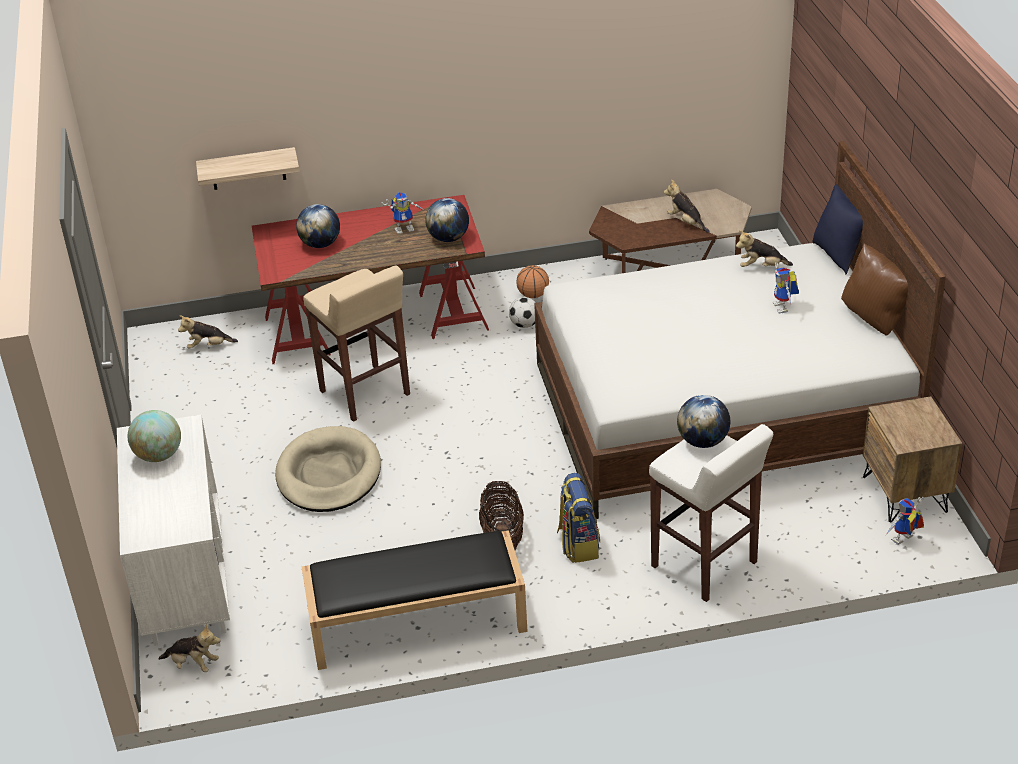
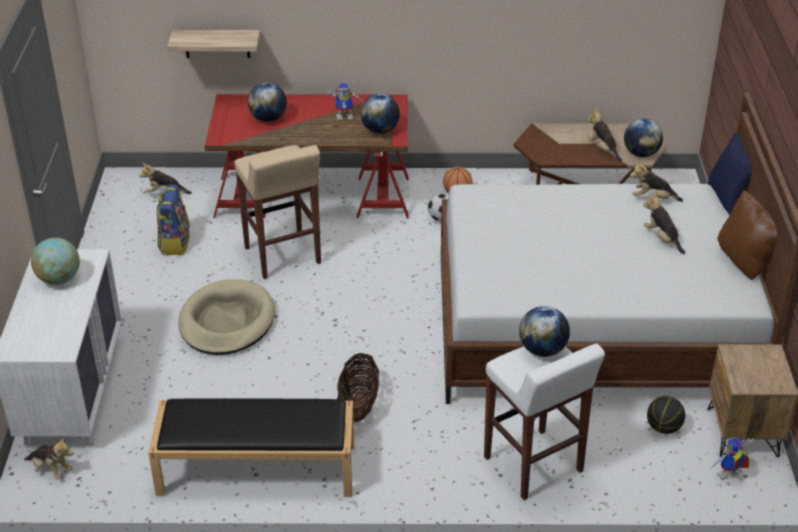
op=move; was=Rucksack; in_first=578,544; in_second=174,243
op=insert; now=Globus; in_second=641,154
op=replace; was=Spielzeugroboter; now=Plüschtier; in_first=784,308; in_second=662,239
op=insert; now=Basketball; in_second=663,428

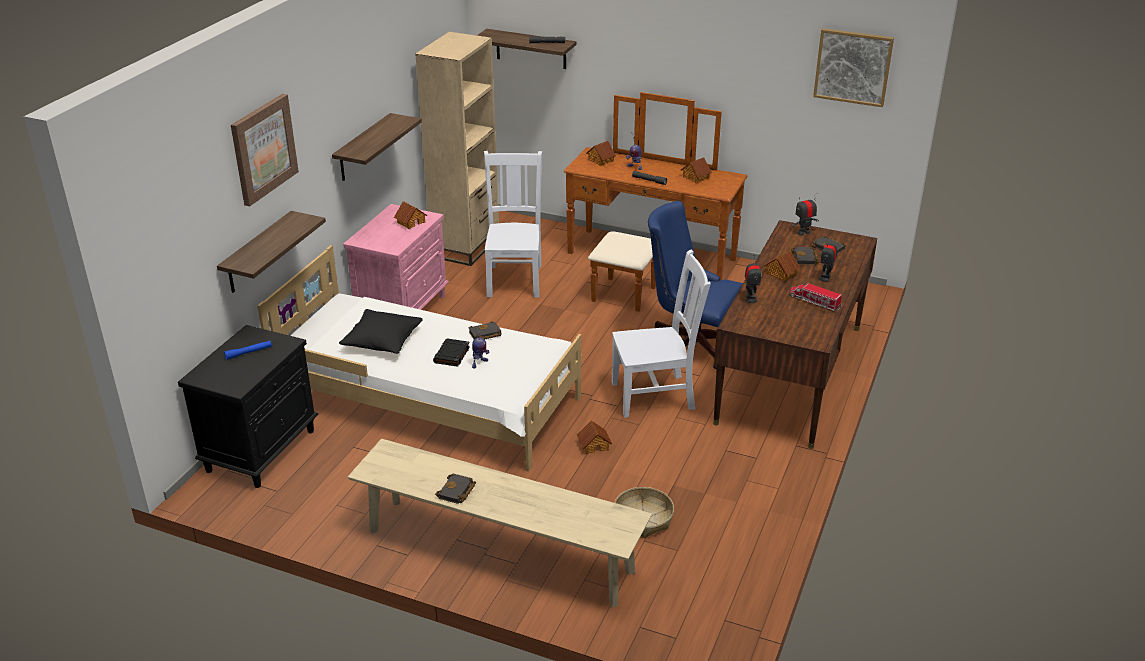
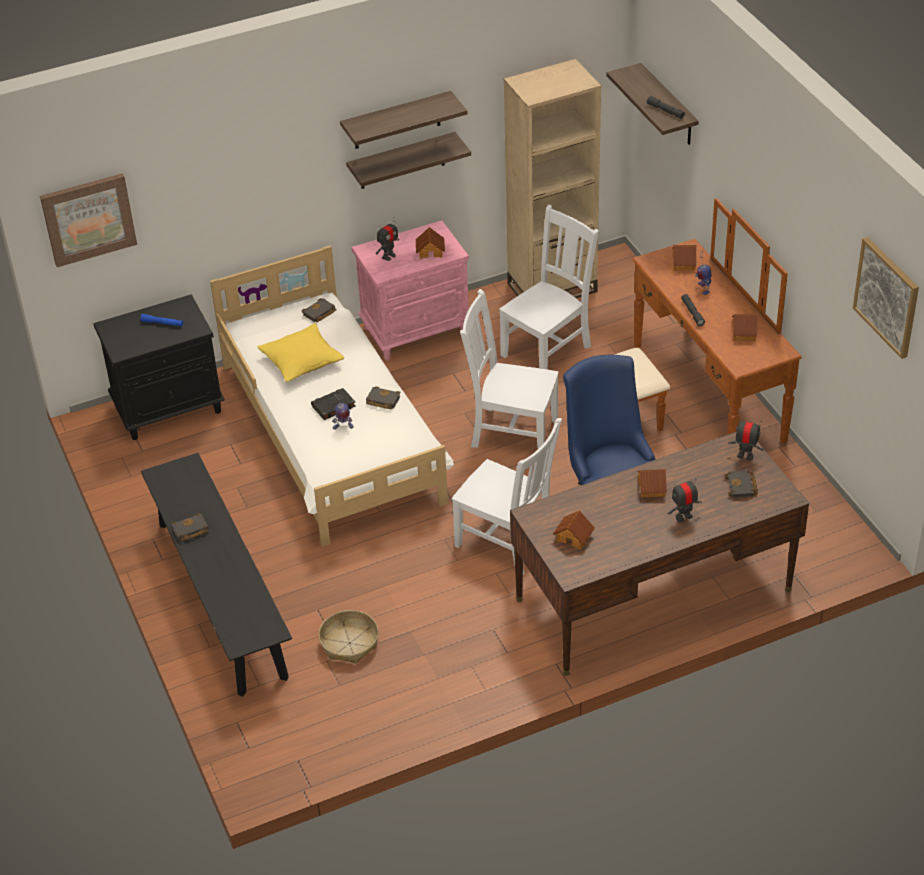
op=move; was=Bild; in_first=263,149; in_second=88,219
op=recolor; was=Bank (beige); now=Bank (schwarz); in_first=499,551; in_second=221,598
op=recolor; was=Kissen (schwarz); now=Kissen (gelb); in_first=382,340; in_second=302,361
op=move; was=Buch (schwarz); in_first=805,258; in_second=319,313
op=move; was=Wandregal; in_first=258,253; in_second=396,121
op=move; was=Spielzeugroboter; in_first=750,299; in_second=388,256
op=insert; now=Stuhl (weiß); in_second=511,432
op=move; was=Spielzeughaus; in_first=594,445; in_second=574,537
op=delete; was=Spielzeuglaster; in_first=814,301

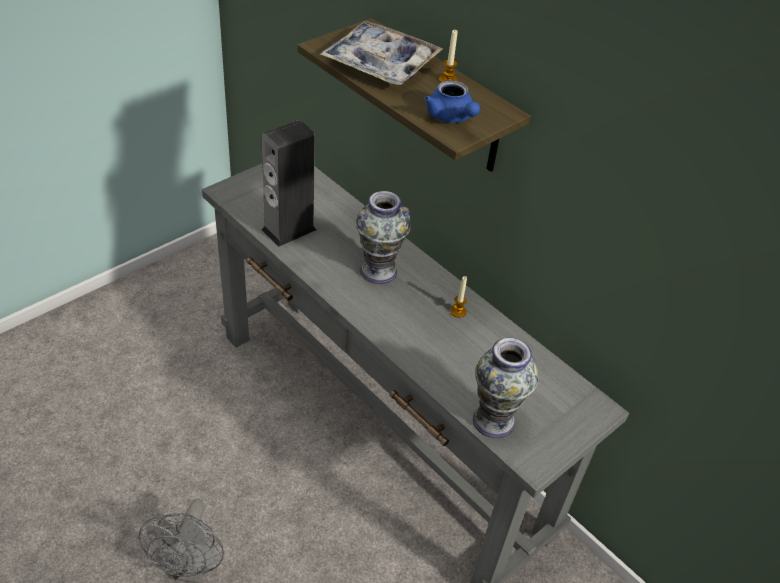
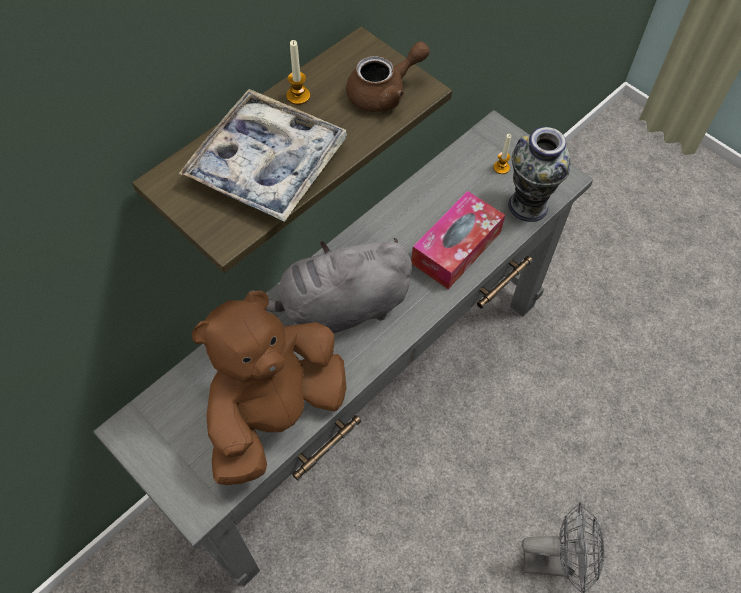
op=replace; was=Lautsprecher; now=Plüschtier (braun); in_first=289,229; in_second=275,414
op=replace; was=Vase; now=Plüschtier (grau); in_first=378,271; in_second=339,308
op=recolor; was=Teekanne (blau); now=Teekanne (braun); in_first=451,118; in_second=384,93
op=insert; now=Taschentuchbox; in_second=456,247
op=move; was=Kerze; in_first=458,311; in_second=501,167

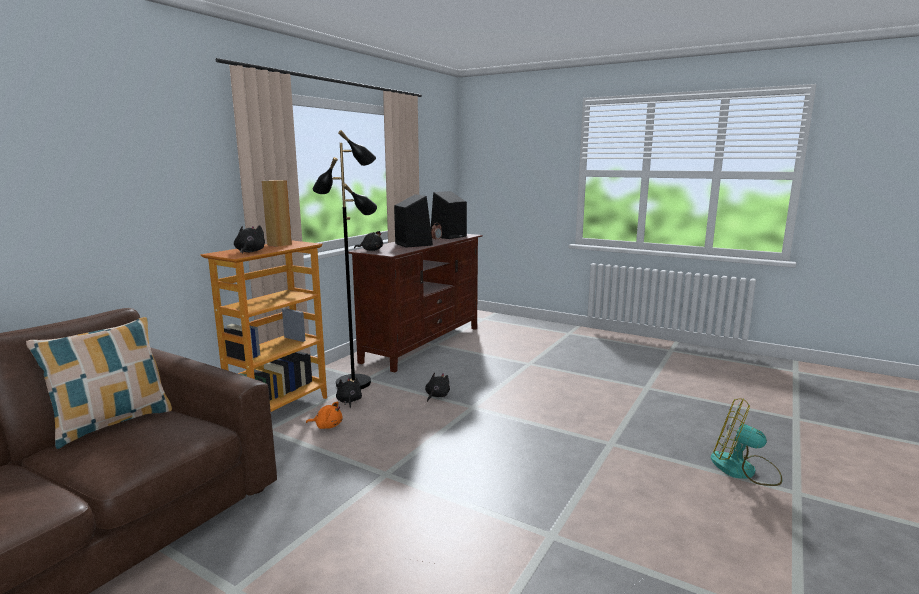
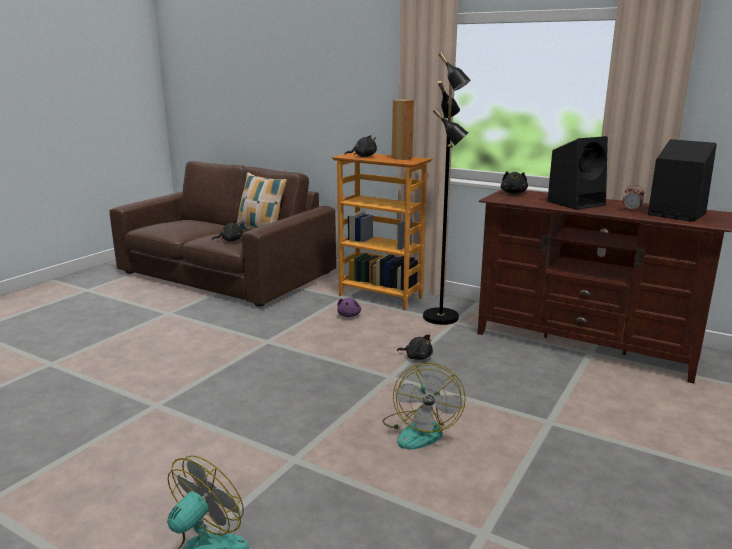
op=move; was=Plüschtier (schwarz); in_first=349,401; in_second=230,240
op=recolor; was=Plüschtier (orange); now=Plüschtier (lila); in_first=327,426; in_second=349,315
op=insert; now=Ventilator; in_second=420,430

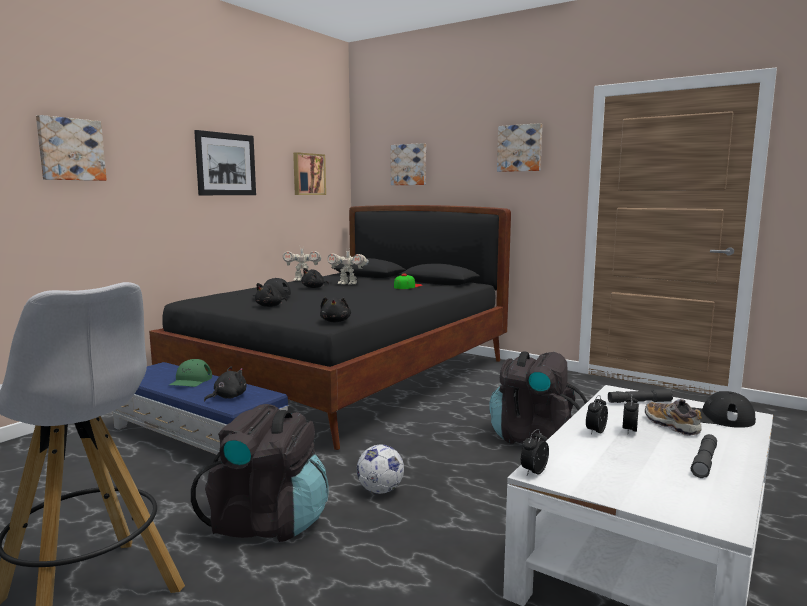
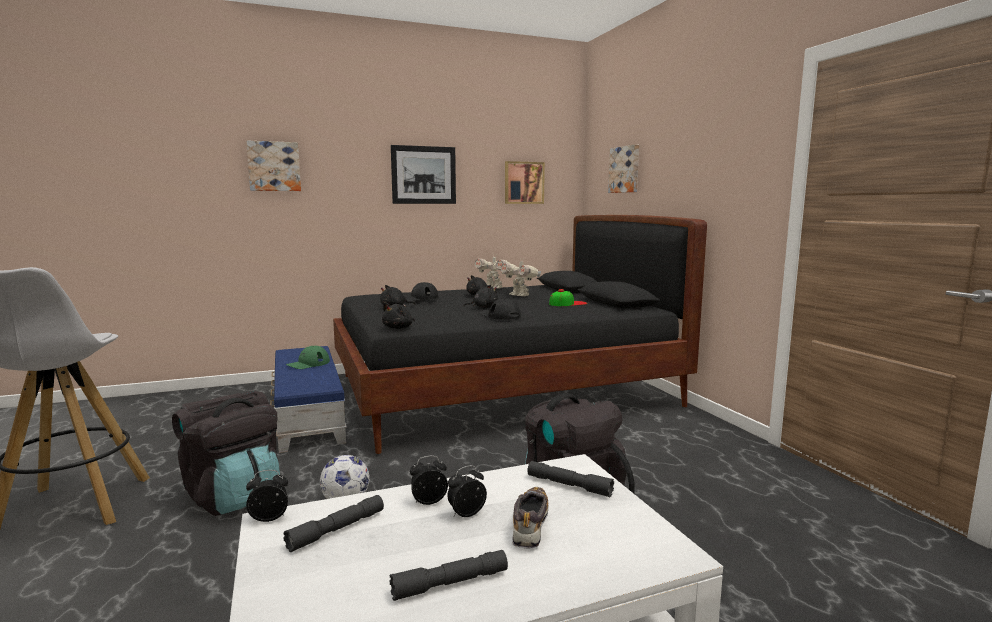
op=insert; now=Taschenlampe (grau); in_second=337,530
op=move; was=Plüschtier (schwarz); in_first=228,397; in_second=483,307
op=move; was=Kappe (schwarz); in_first=716,417; in_second=500,315
op=delete; was=Bild; in_first=520,148

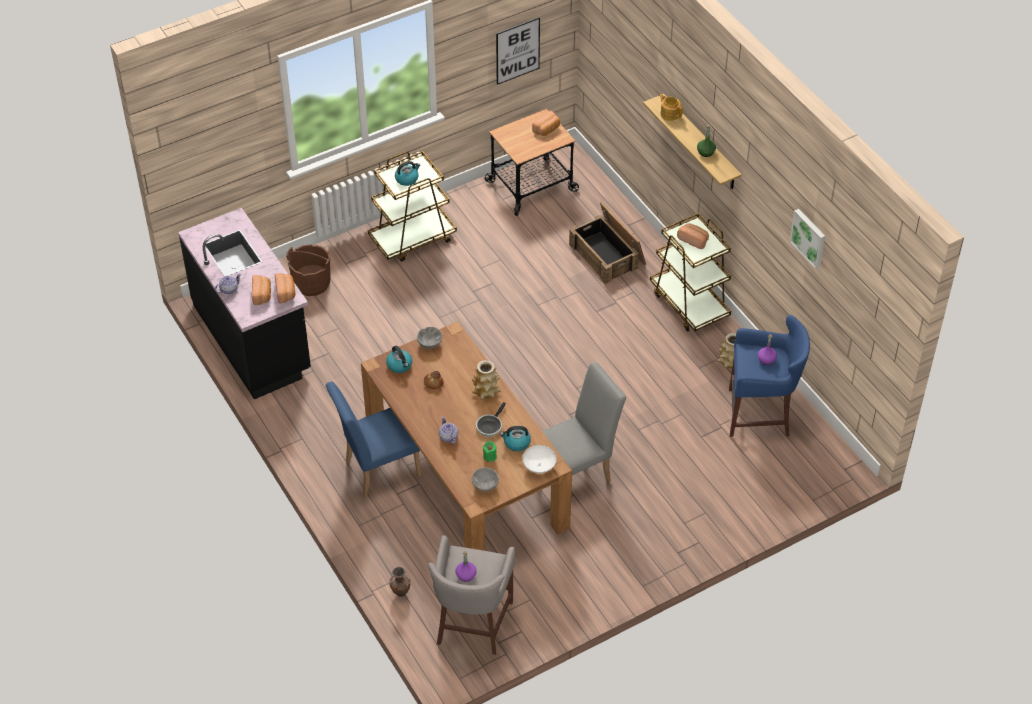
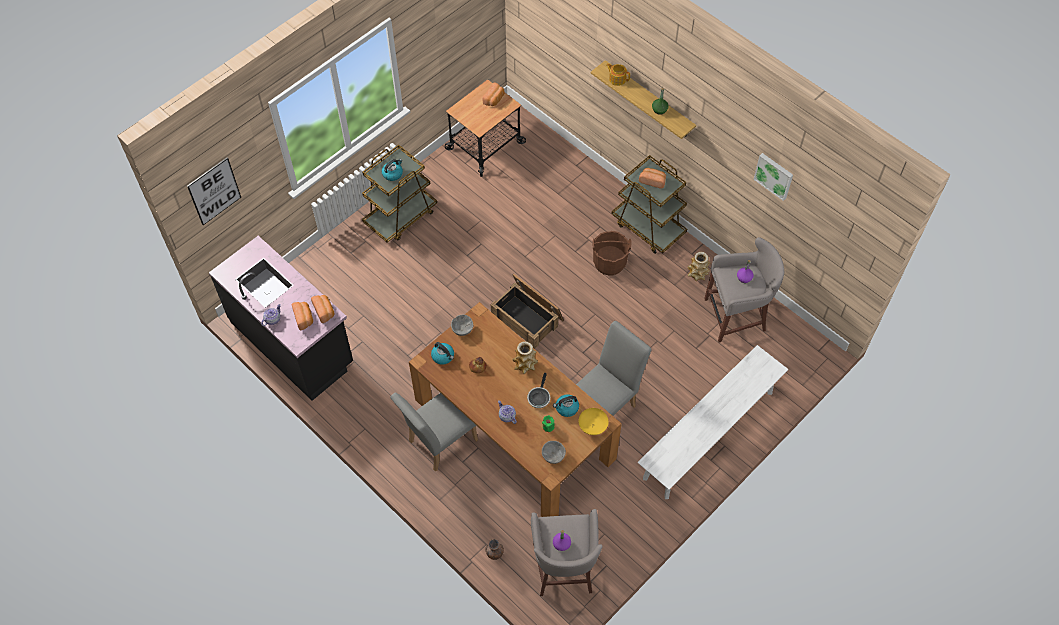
op=move; was=Bild; in_first=517,50; in_second=214,191
op=recolor; was=Stuhl (blau); now=Stuhl (grau); in_first=377,470; in_second=438,443
op=move; was=Kiste; in_first=608,254; in_second=528,317
op=recolor; was=Schüssel (weiß); now=Schüssel (gelb); in_first=538,466; in_second=592,426
op=move; was=Eimer (braun); in_first=311,283; in_second=609,263
op=insert; now=Bank (weiß); in_second=708,435
op=recolor; was=Hocker (blau); now=Hocker (grau); in_first=761,414; in_second=737,315

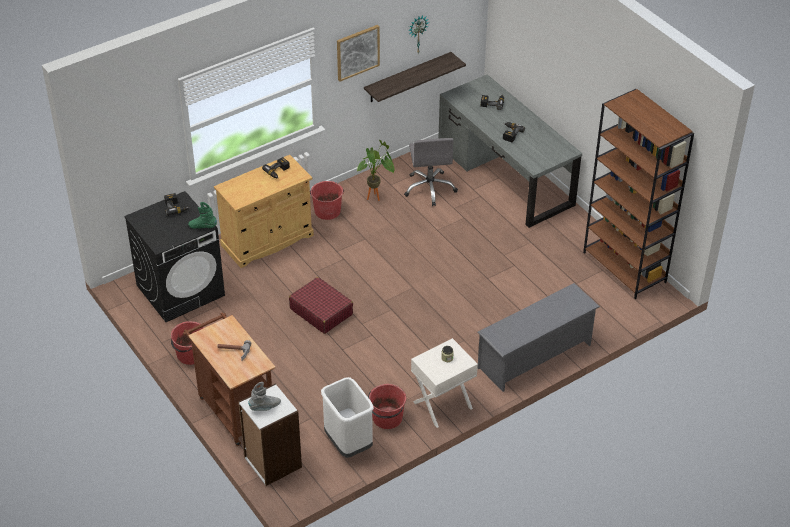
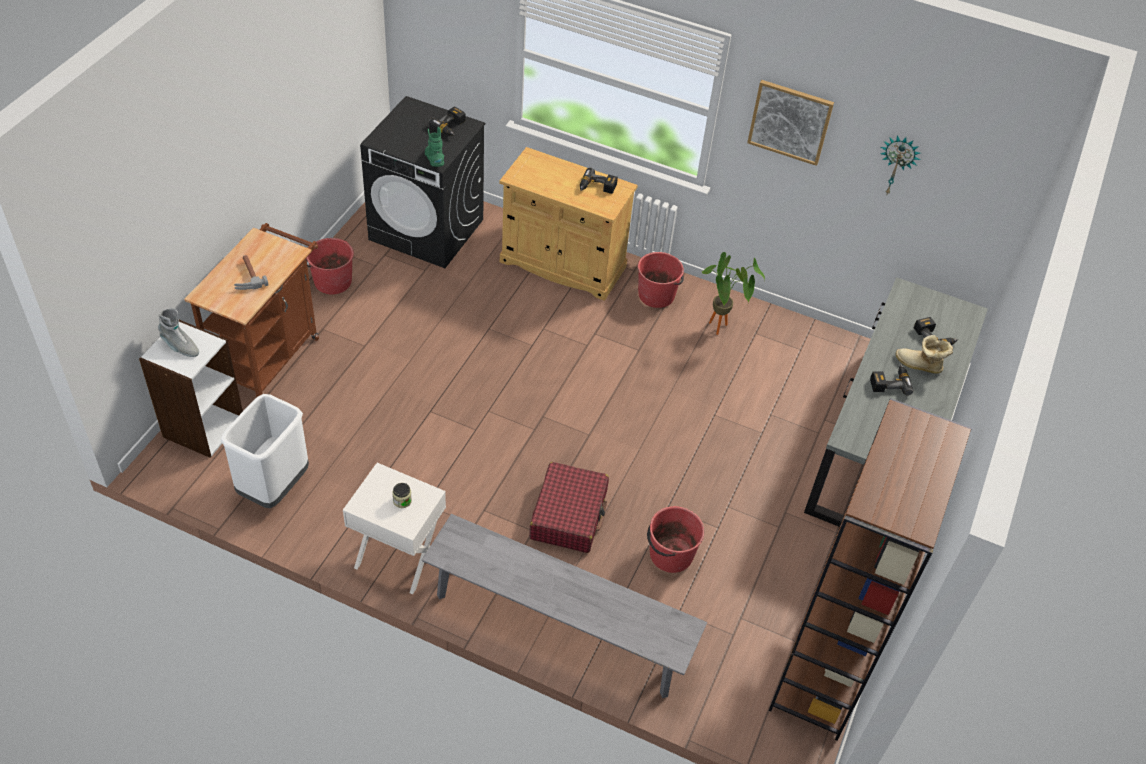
op=replace; was=Schuhregal (grau); now=Bank (grau); in_first=535,356; in_second=558,627
op=move; was=Koffer (rot); in_first=321,311; in_second=569,515
op=move; was=Eimer (rot); in_first=387,418; in_second=670,554
op=insert; now=Stiefel; in_second=919,366
op=delete; was=Wandregal; in_first=407,77
op=delete; was=Bürostuhl (grau); in_first=430,188

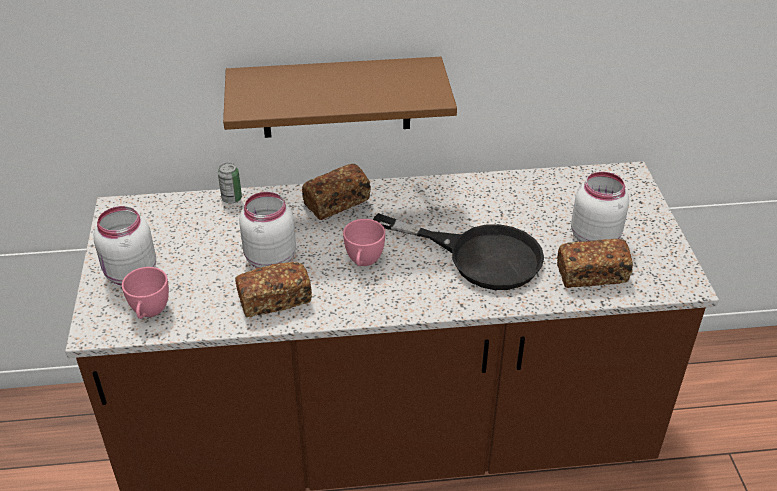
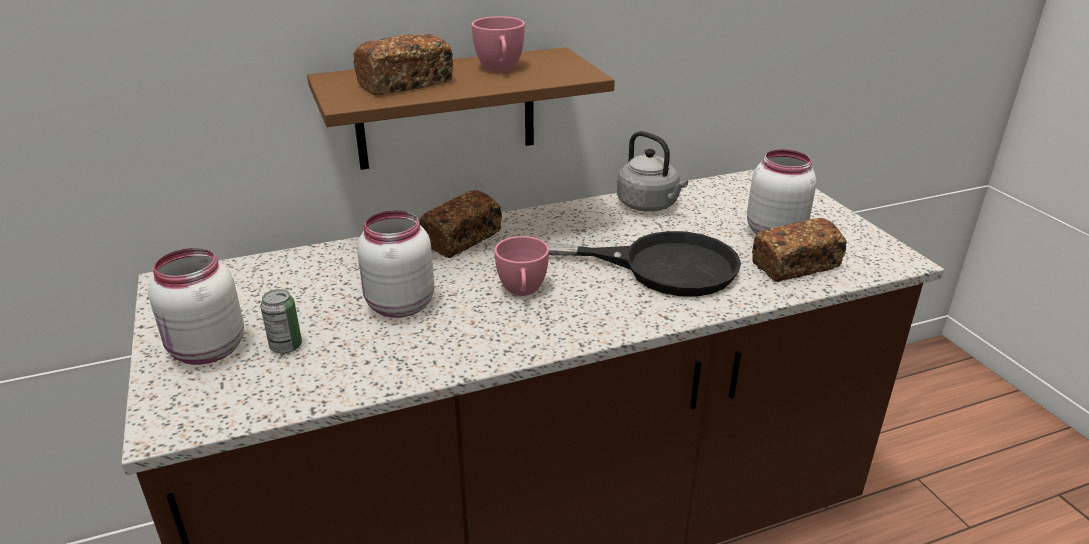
op=move; was=Dose; in_first=231,198; in_second=286,346
op=move; was=Brot; in_first=275,299; in_second=405,84
op=move; was=Tasse (rosa); in_first=149,312; in_second=500,69
op=insert; now=Wasserkessel (grau); in_second=649,205

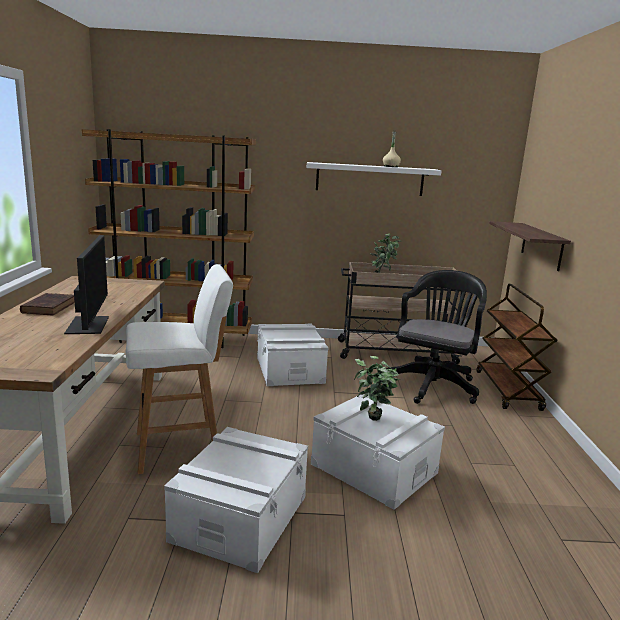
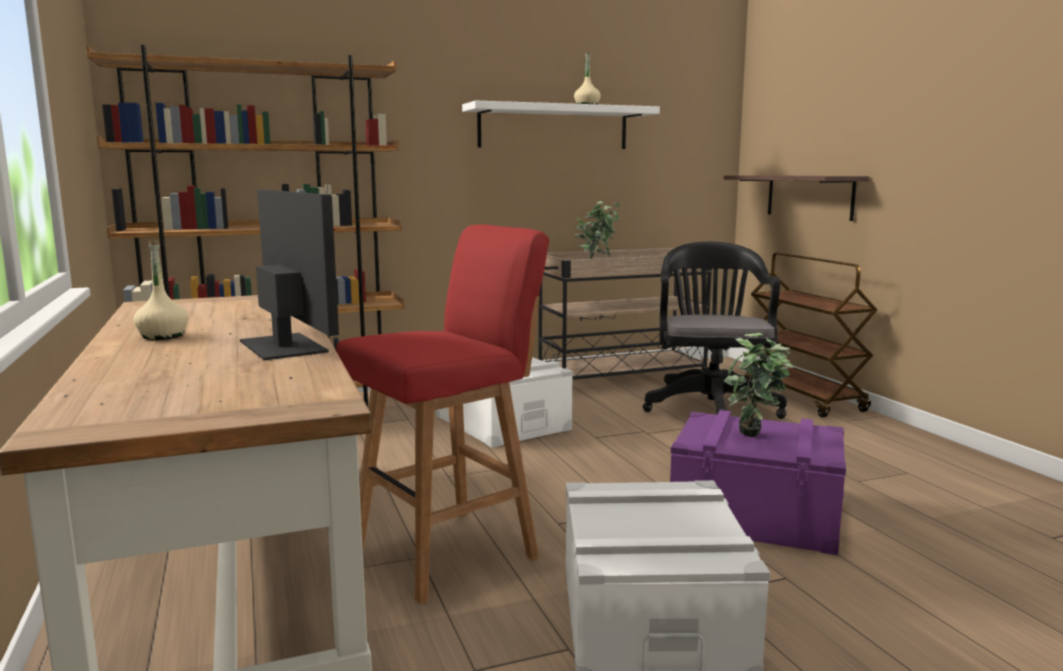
op=replace; was=Buch (braun); now=Flasche (beige); in_first=50,307; in_second=163,336
op=recolor; was=Hocker (weiß); now=Hocker (rot); in_first=180,447; in_second=449,551
op=recolor; was=Aufbewahrungsbox (weiß); now=Aufbewahrungsbox (lila); in_first=374,468; in_second=755,514

